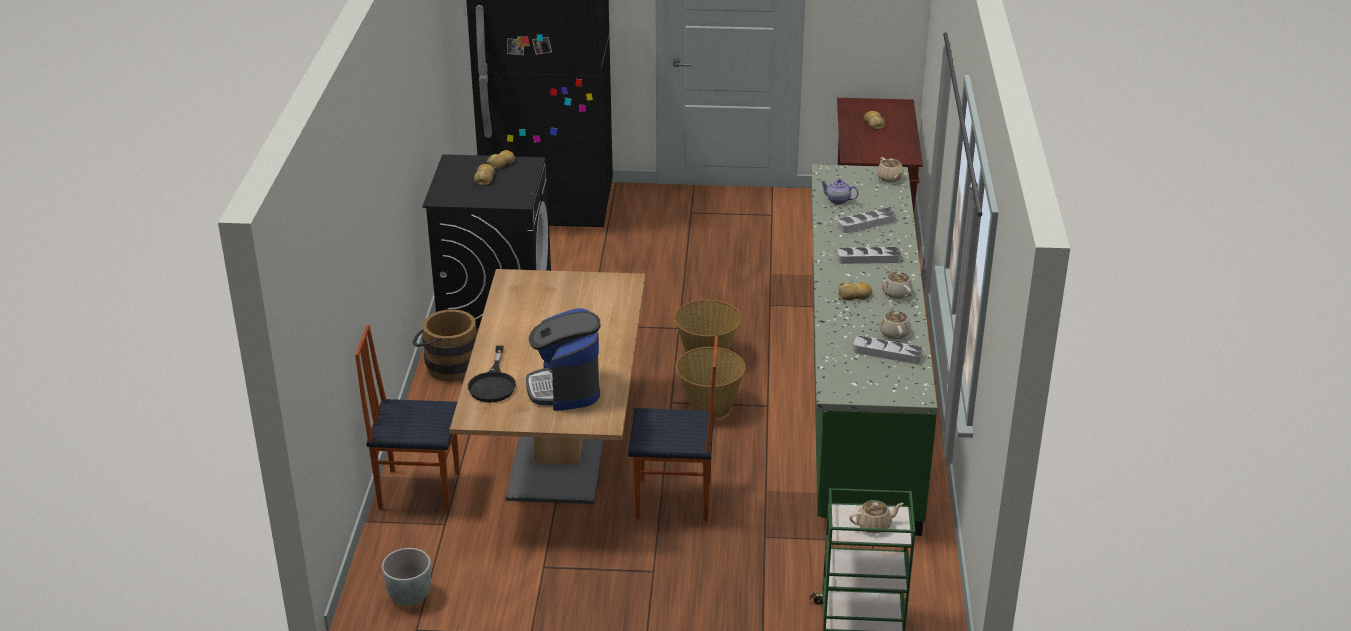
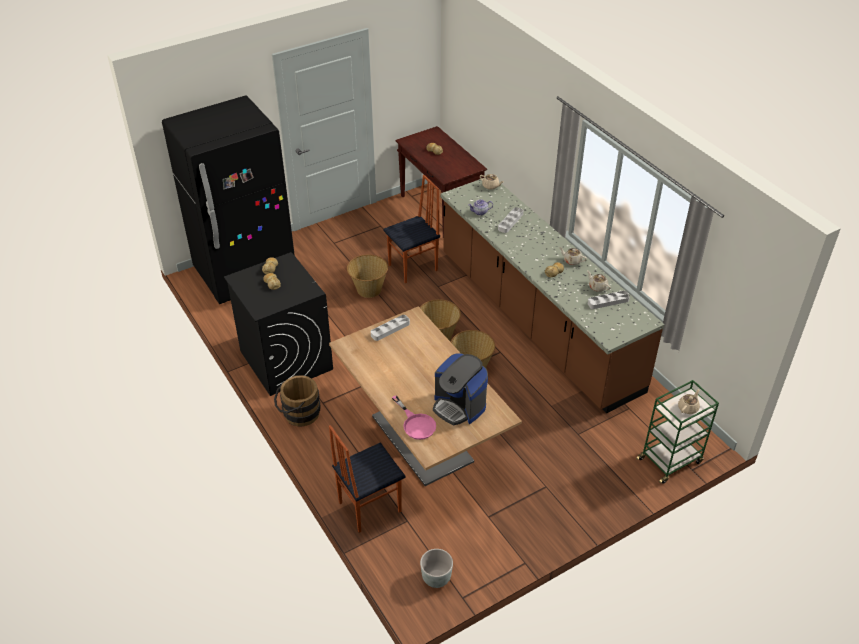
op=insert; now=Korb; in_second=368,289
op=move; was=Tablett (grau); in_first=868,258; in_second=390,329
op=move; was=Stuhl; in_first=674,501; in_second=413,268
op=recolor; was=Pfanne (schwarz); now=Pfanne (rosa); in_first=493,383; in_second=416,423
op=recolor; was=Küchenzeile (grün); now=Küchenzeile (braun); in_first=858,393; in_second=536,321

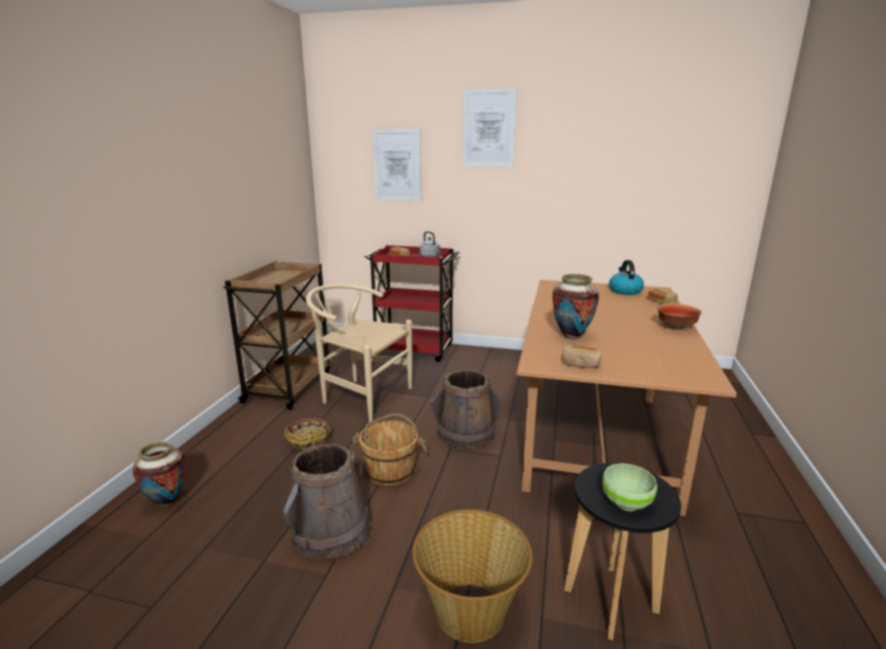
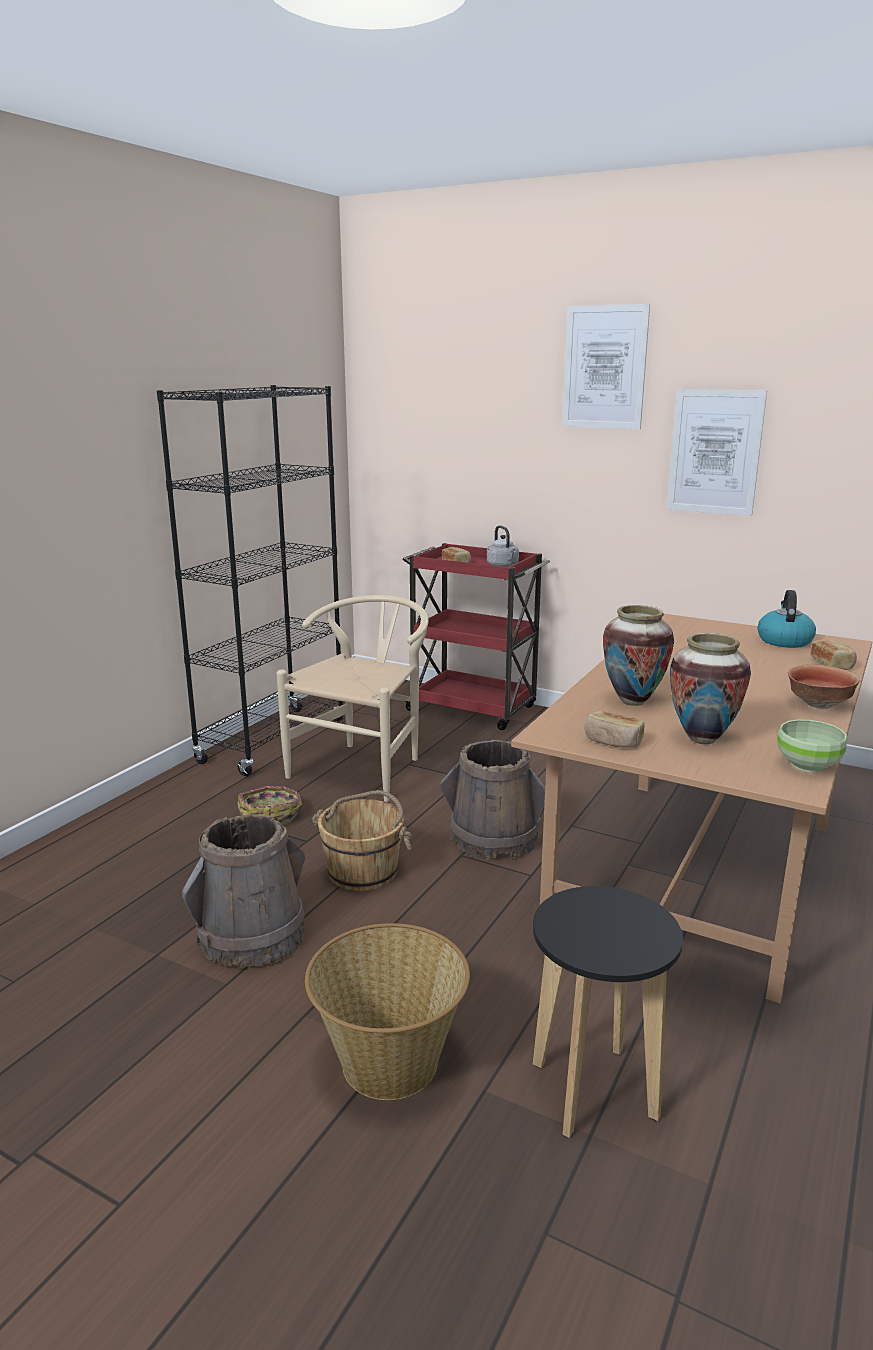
op=replace; was=Rollwagen (braun); now=Bücherregal (schwarz); in_first=289,386; in_second=273,740
op=rotate; was=Stuhl (beige); in_first=360,396; in_second=365,766; clockwise=75
op=move; was=Bild; in_first=397,165; in_second=715,452
op=move; was=Vase; in_first=166,502; in_second=701,739
op=move; was=Schüssel (grün); in_first=626,503; in_second=807,766

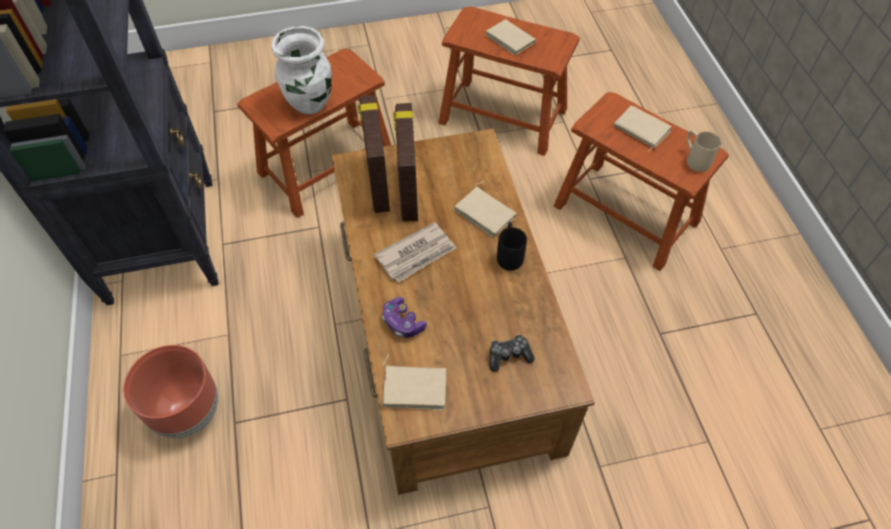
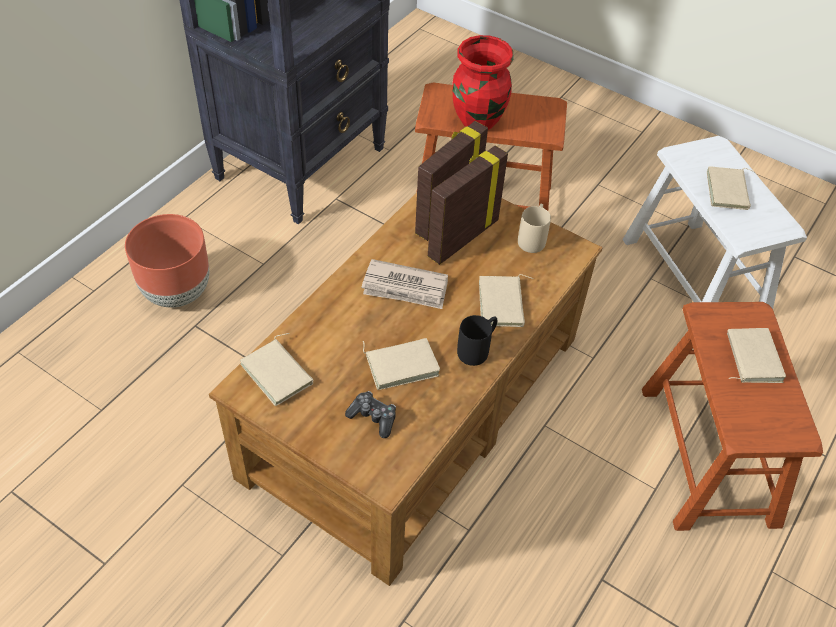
op=insert; now=Buch (beige); in_second=402,364
op=recolor; was=Vase (weiß); now=Vase (rot); in_first=310,104; in_second=478,121
op=move; was=Henkelbecher (beige); in_first=694,159; in_second=533,238
op=recolor; was=Hocker (braun); now=Hocker (weiß); in_first=503,116; in_second=694,278
op=delete; was=Gamepad; in_first=402,322

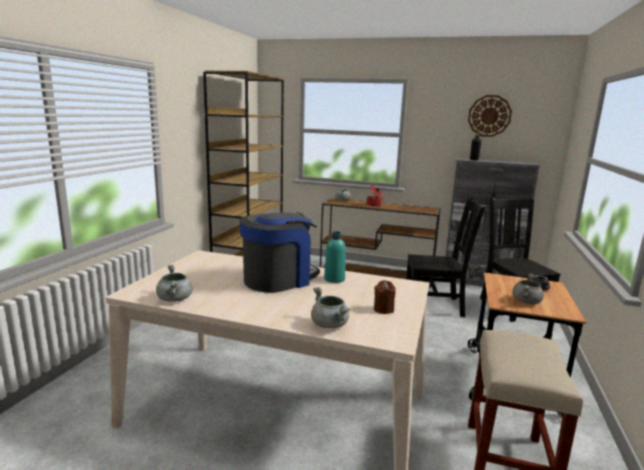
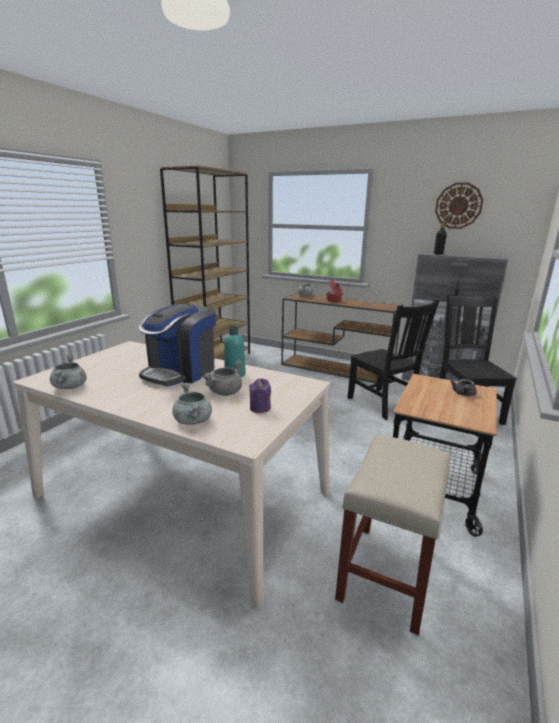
op=rotate; was=Kaffeemaschine; in_first=279,279; in_second=181,372; clockwise=150
op=move; was=Kochtopf (grau); in_first=526,302; in_second=225,393
op=recolor; was=Kerze (braun); now=Kerze (lila); in_first=383,309; in_second=260,408
op=rotate; was=Stuhl (schwarz); in_first=436,306; in_second=383,404; clockwise=45

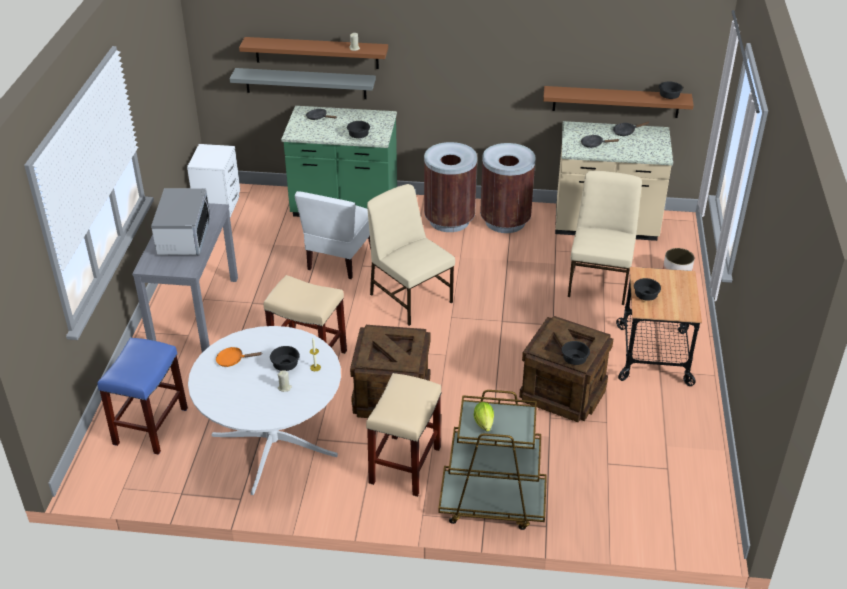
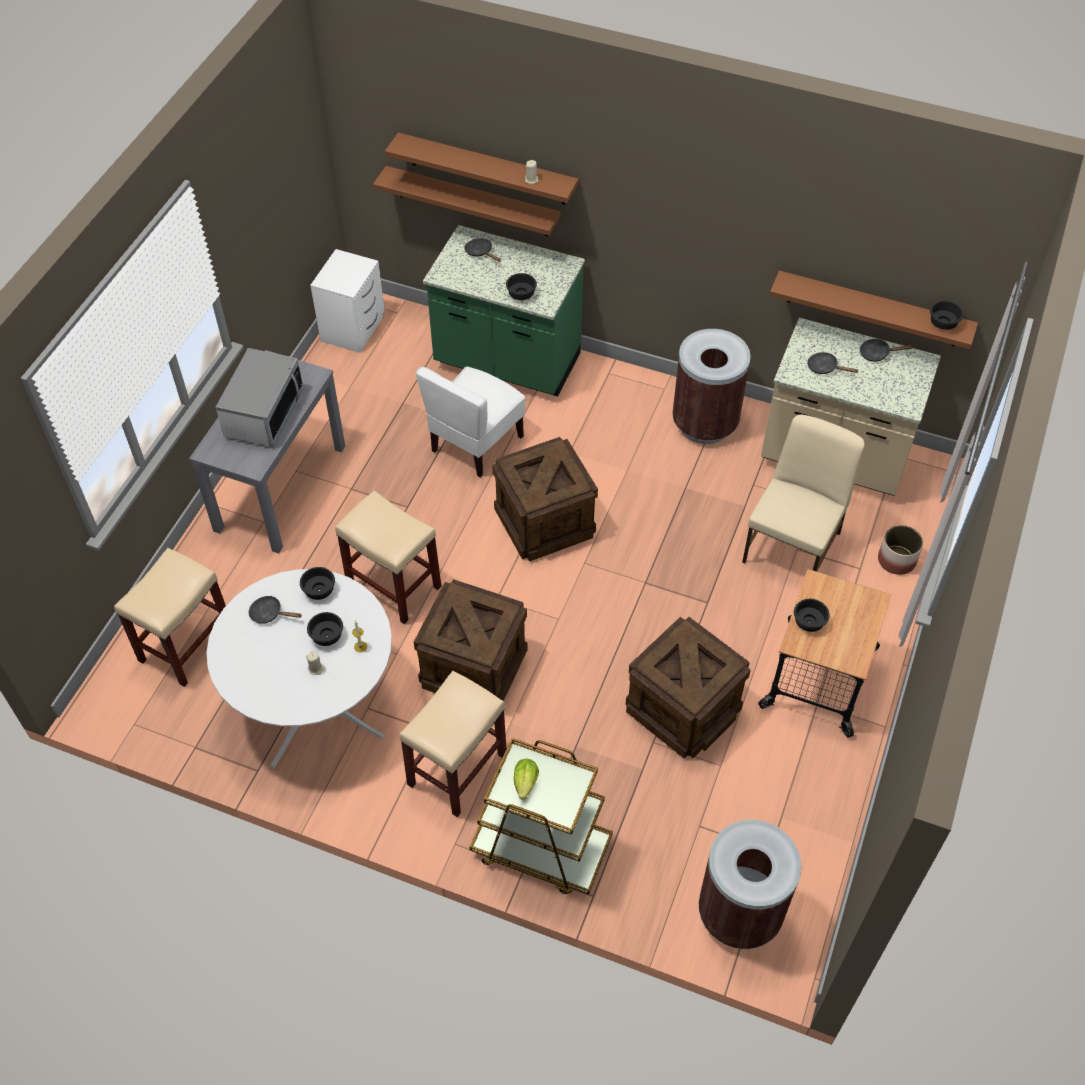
op=recolor; was=Hocker (blau); now=Hocker (beige); in_first=150,425; in_second=186,644
op=recolor; was=Pfanne (orange); now=Pfanne (schwarz); in_first=233,360; in_second=269,614
op=move; was=Schüssel (schwarz); in_first=575,360; in_second=319,591
op=recolor; was=Wandregal (grau); now=Wandregal (braun); in_first=305,83; in_second=472,202
op=replace; was=Stuhl (beige); now=Kiste; in_first=410,297; in_second=544,521
op=move; was=Mülleimer (braun); in_first=449,220; in_second=739,914

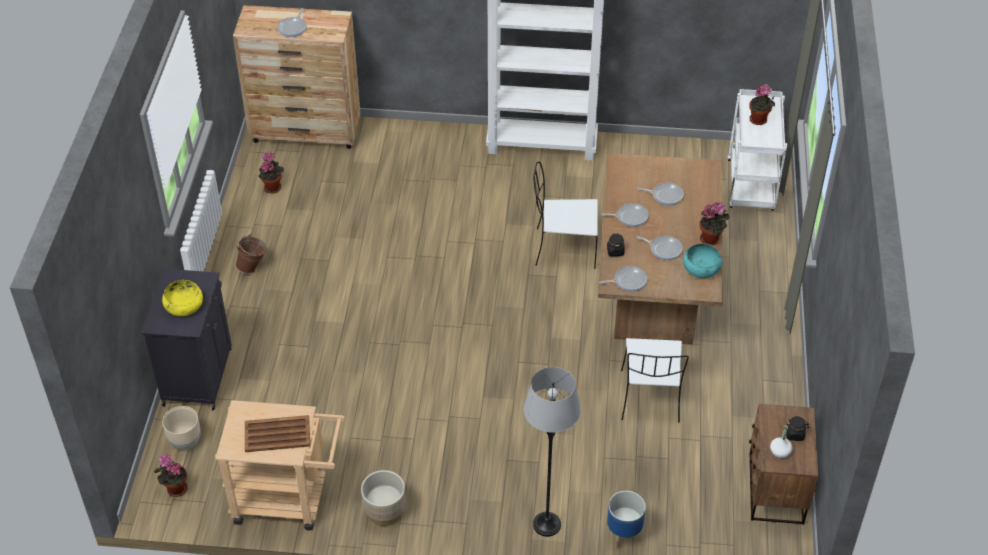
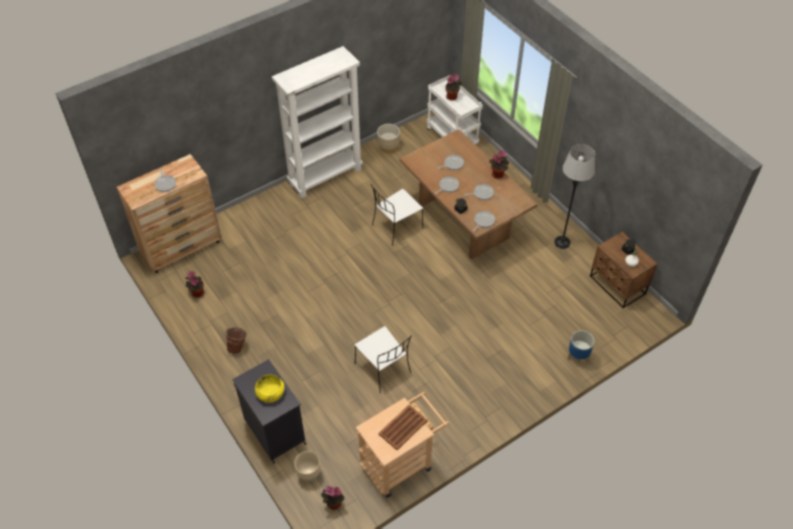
op=move; was=Stuhl (weiß); in_first=650,398; in_second=384,369
op=move; was=Pflanzkübel (beige); in_first=385,512; in_second=388,147
op=move; was=Stehlampe (grau); in_first=547,525; in_second=562,242
op=delete; was=Schüssel (türkis); in_first=701,268

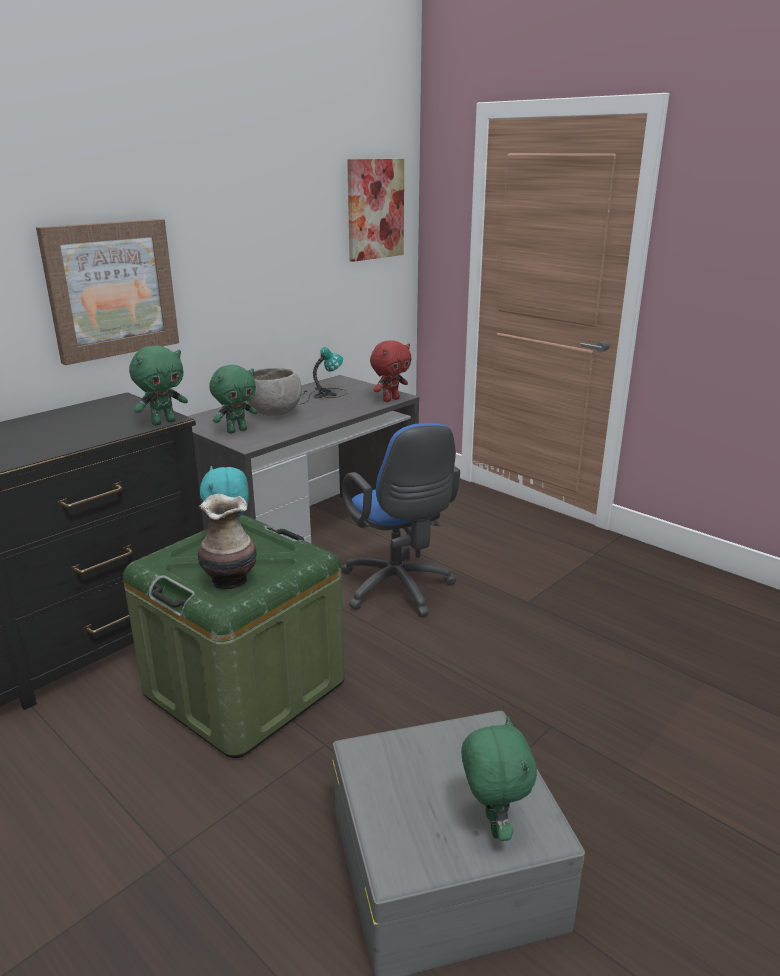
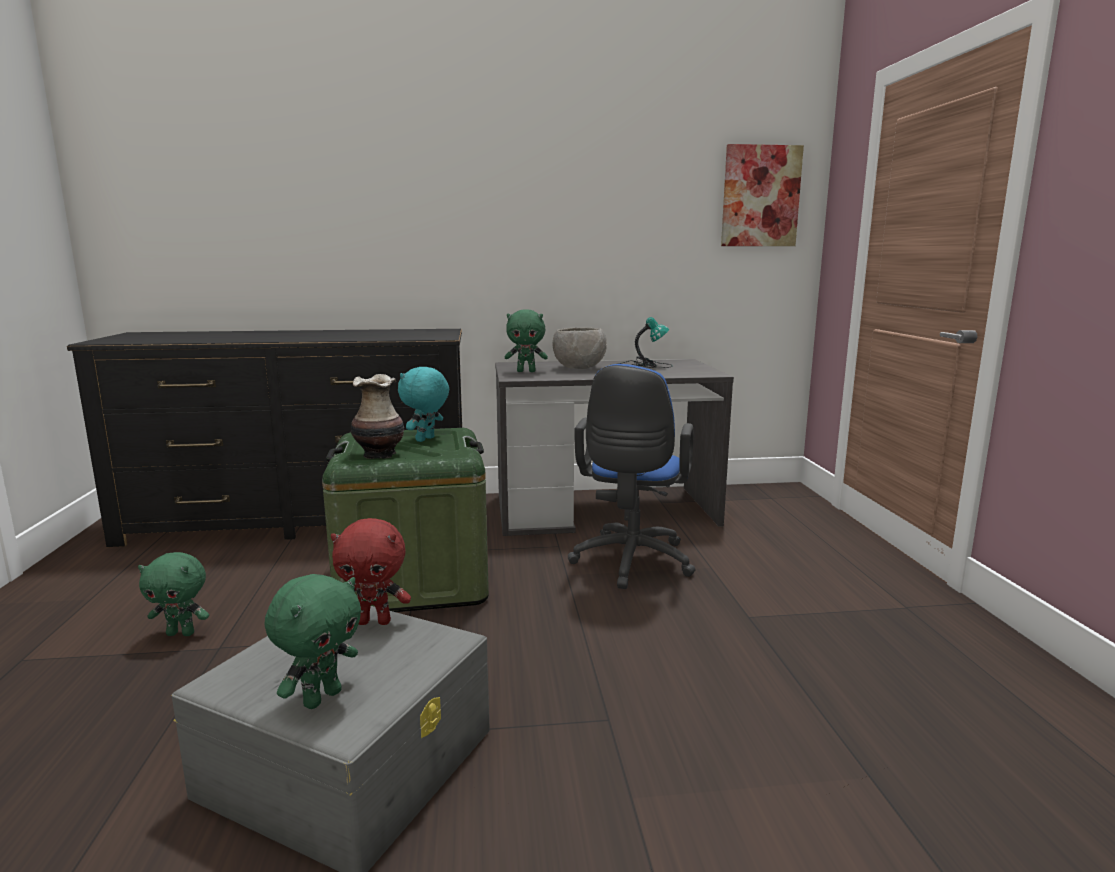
op=move; was=Plüschtier (grün); in_first=163,422; in_second=182,633
op=move; was=Plüschtier (rot); in_first=390,399; in_second=375,621
op=delete; was=Bild; in_first=111,289

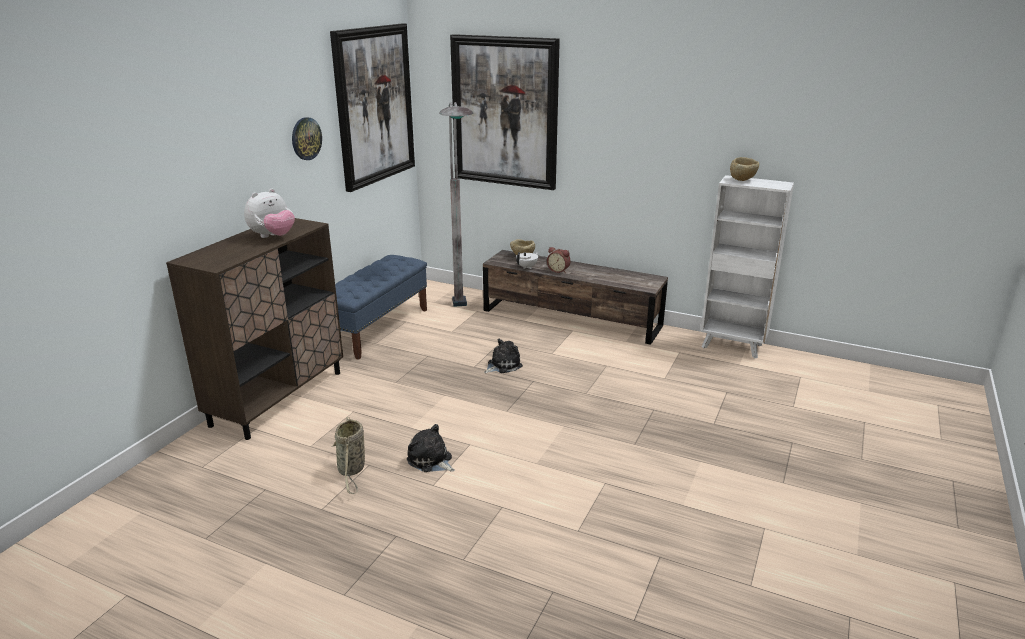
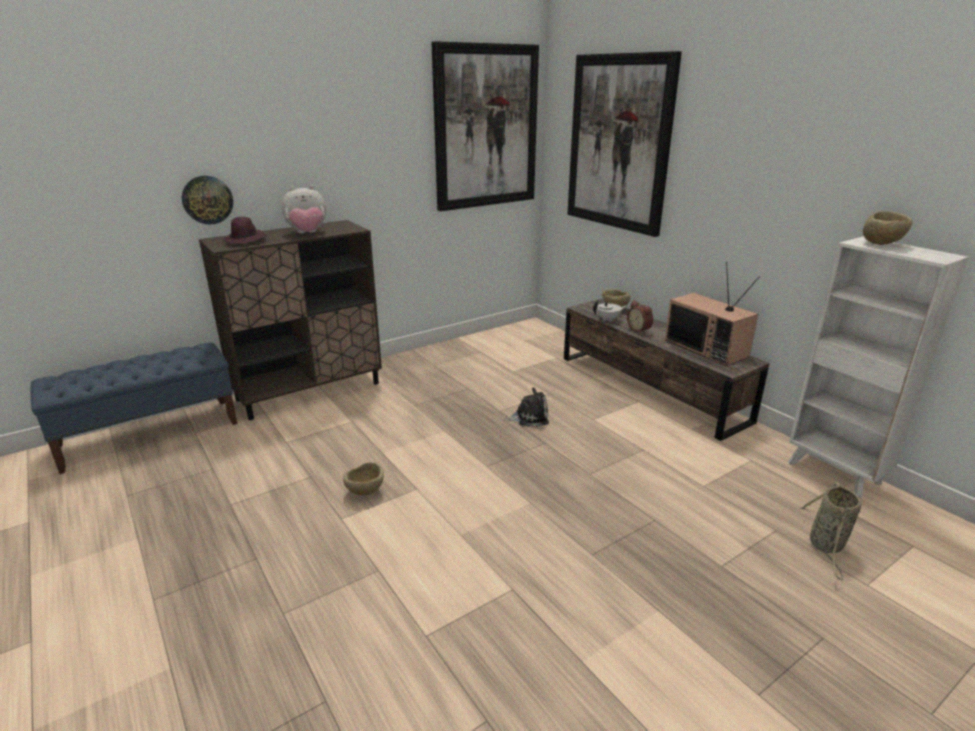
op=move; was=Bank (blau); in_first=376,329; in_second=150,434
op=move; was=Wanduhr; in_first=306,138; in_second=207,200
op=insert; now=Hut (lila); in_second=245,240
op=replace; was=Plüschtier; now=Schüssel (beige); in_first=431,460; in_second=365,492
op=insert; now=Fernseher; in_second=707,348
op=move; was=Korb; in_first=351,470; in_second=826,546
op=delete; was=Stehlampe (grau); in_first=461,315

